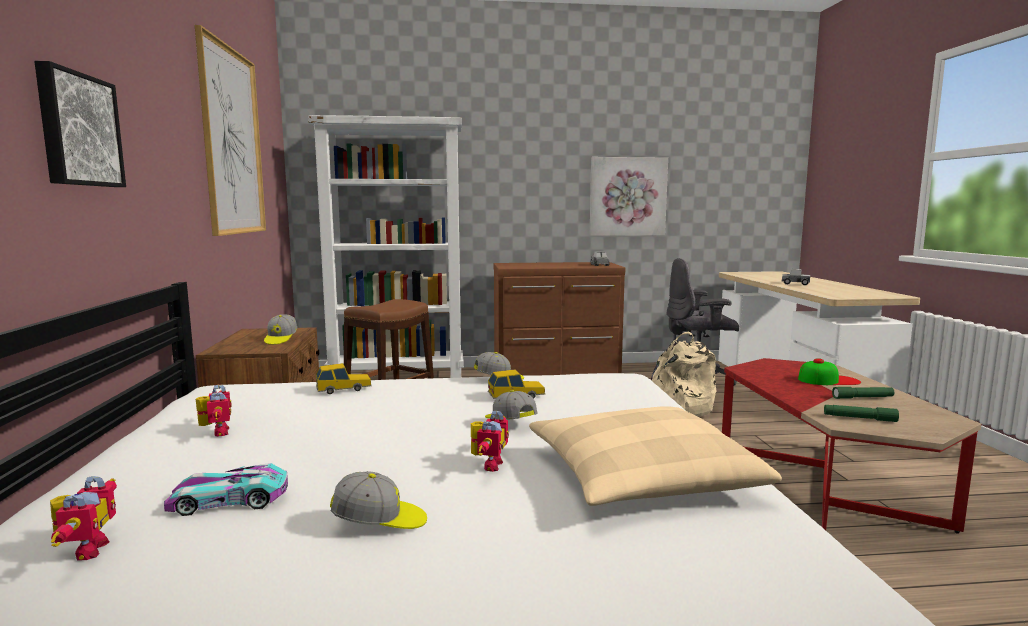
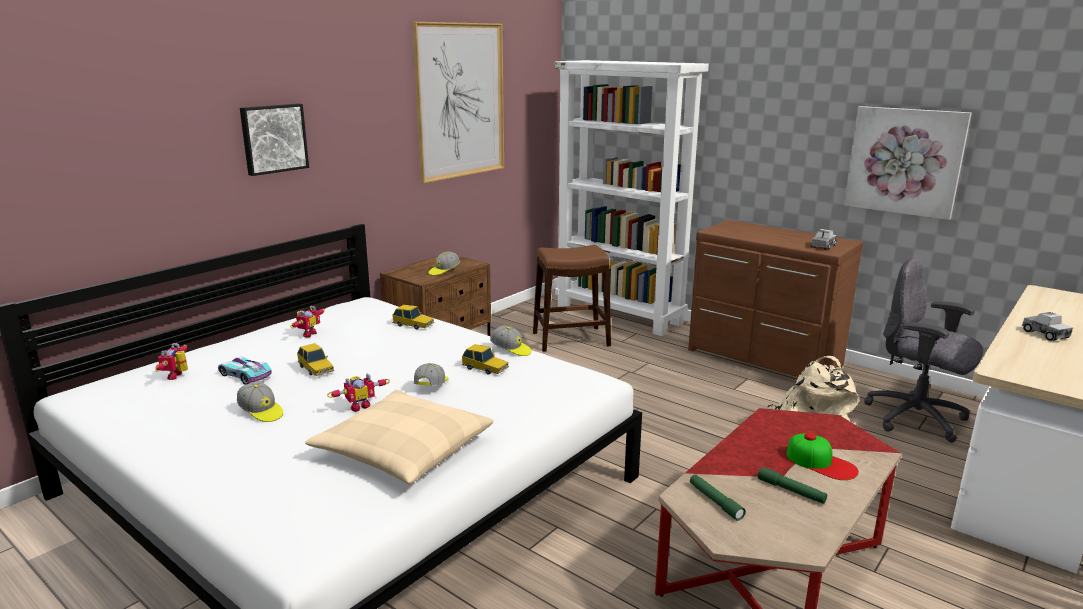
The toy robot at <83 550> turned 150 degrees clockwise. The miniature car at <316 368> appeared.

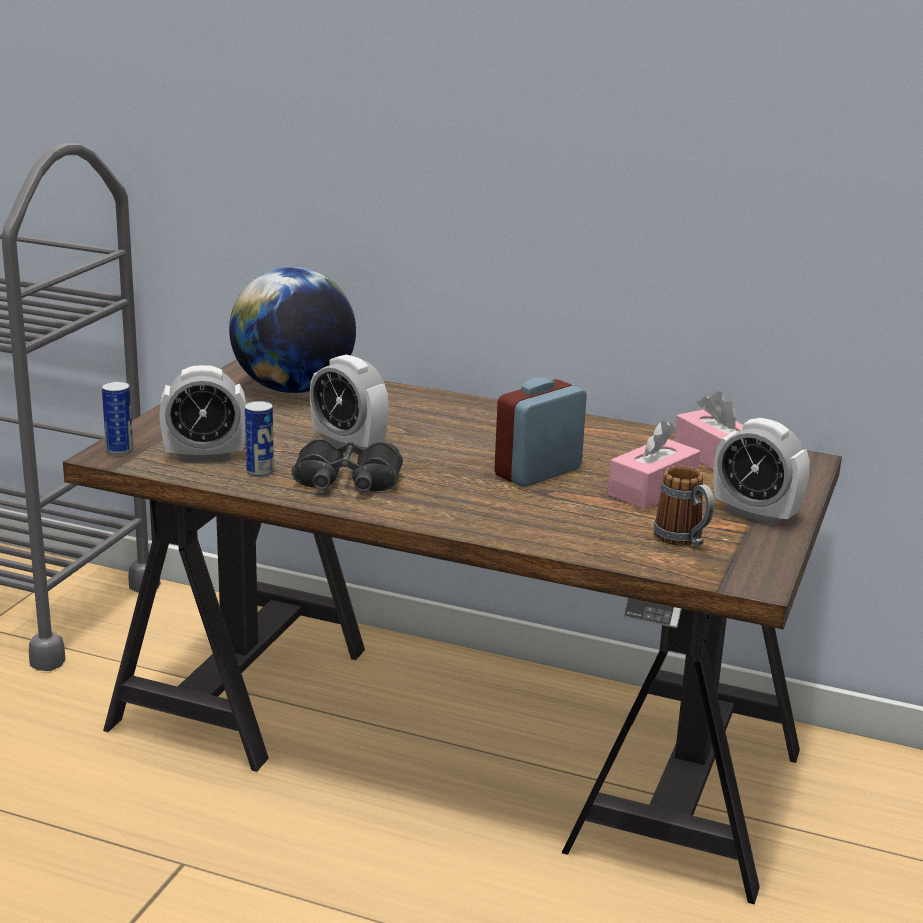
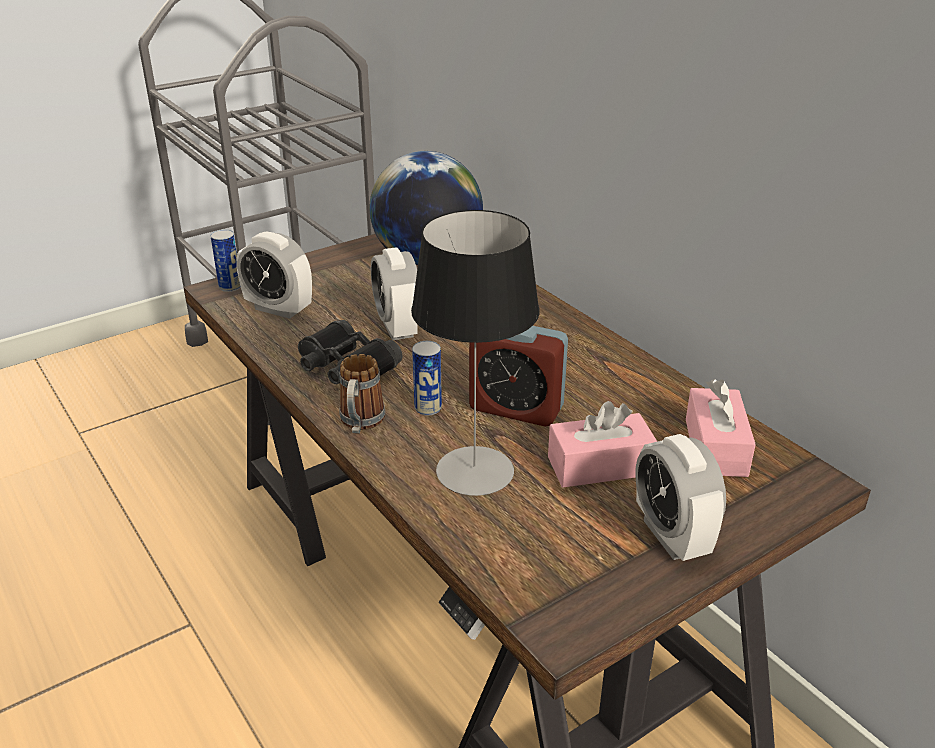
The table clock at <538 472> turned 150 degrees counterclockwise. The sealed can moved from <260 472> to <428 408>. The mug moved from <684 540> to <360 424>. The table lamp at <474 471> appeared.

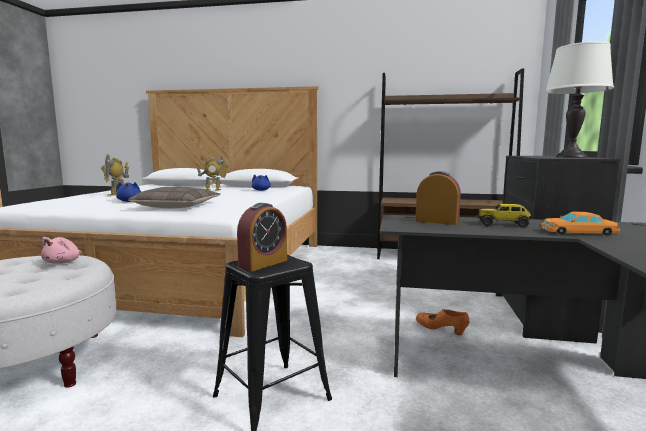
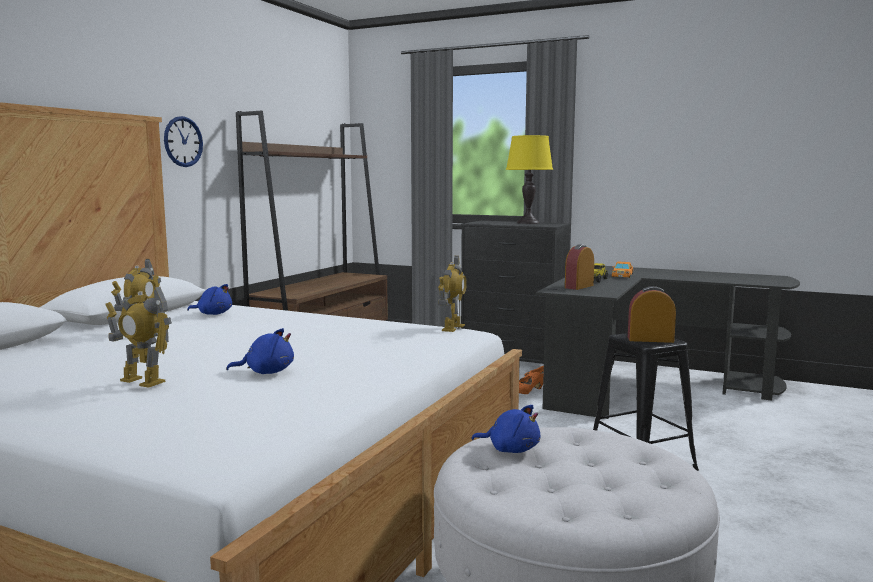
The whitish table lamp at <571 157> became the yellow table lamp at <528 223>. The cushion at <177 206> disappeared. The table clock at <263 263> turned 45 degrees counterclockwise. The pink cuddly toy at <63 262> became the blue cuddly toy at <511 449>. The clock on the wall at <183 141> appeared. The toy robot at <452 328> appeared.

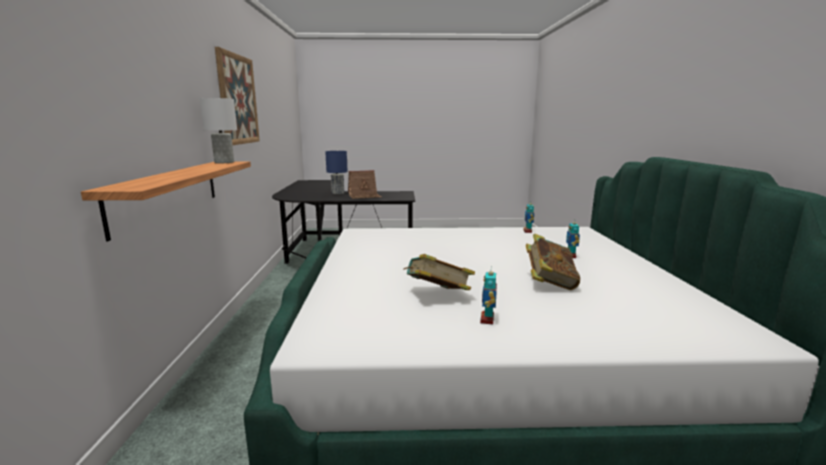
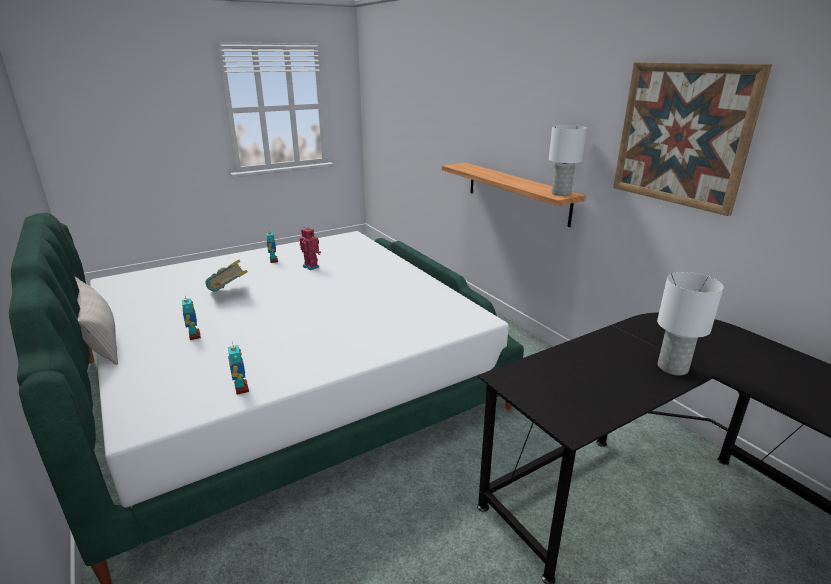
The blue table lamp at <338 193> became the whitish table lamp at <671 367>. The model house at <364 196> disappeared. The bound book at <437 296> was replaced by the toy robot at <312 266>. The sand-coloured cushion at <102 341> appeared.

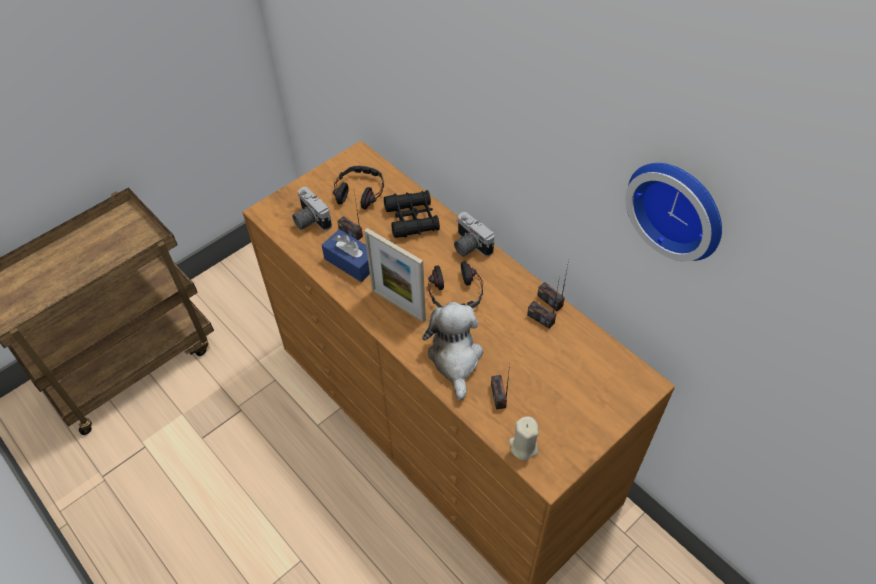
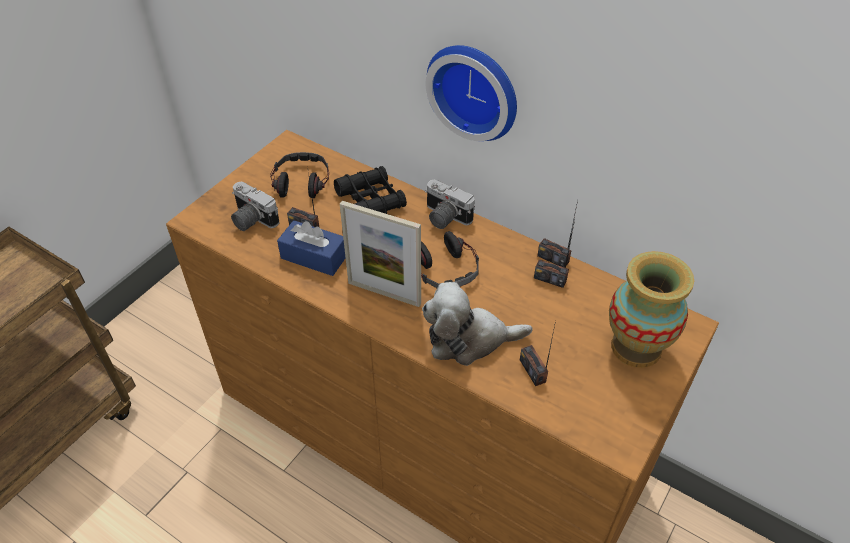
The clock on the wall moved from <679 207> to <475 90>. The cuddly toy at <455 358> turned 75 degrees counterclockwise. The sand-coloured candle at <523 447> disappeared. The vase at <636 347> appeared.

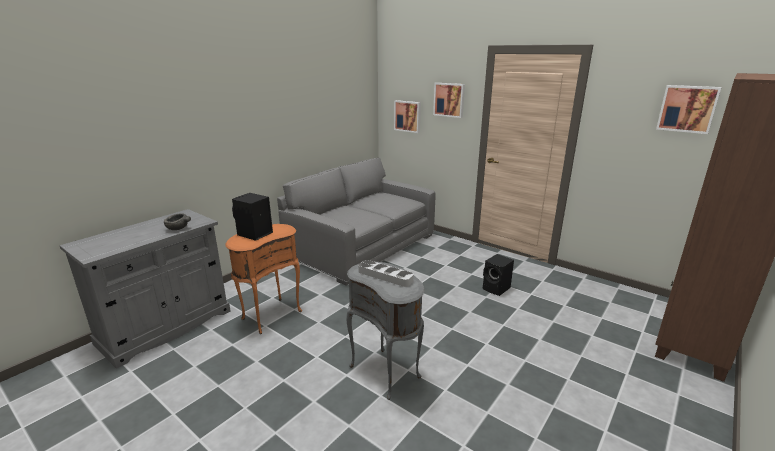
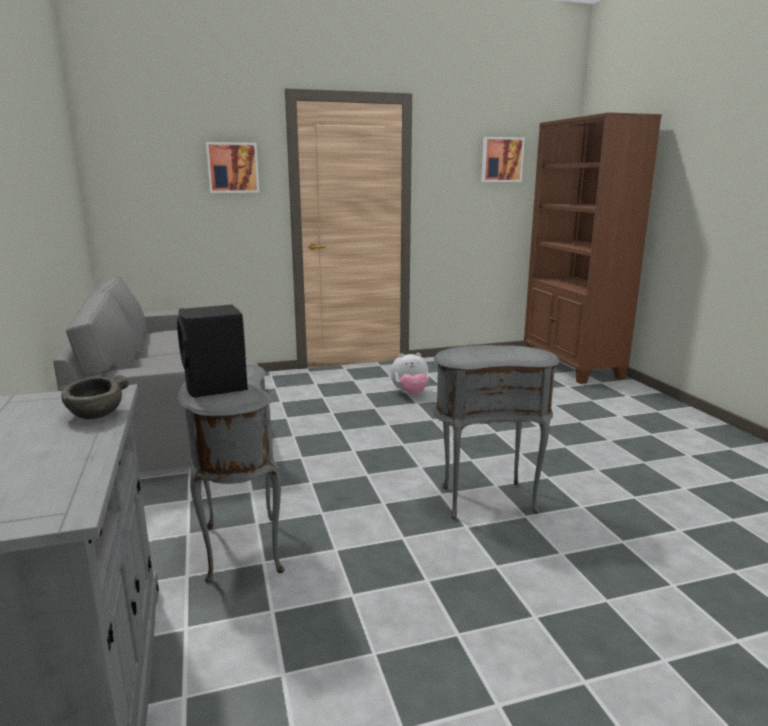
The wall art at <408 116> disappeared. The orange side table at <270 315> became the greyish side table at <239 549>. The black speaker at <497 289> was replaced by the cuddly toy at <410 393>. The greyish tray at <385 276> disappeared.

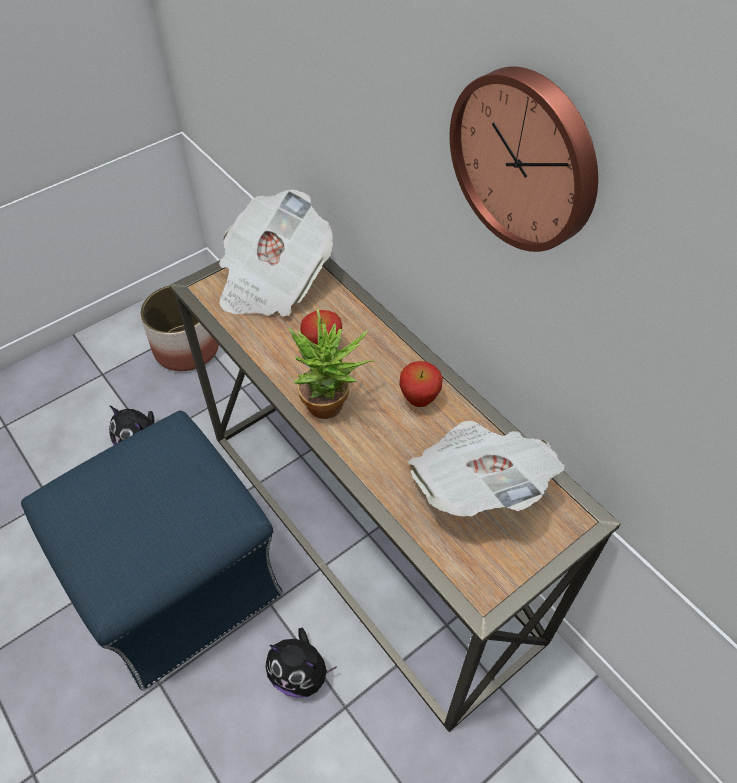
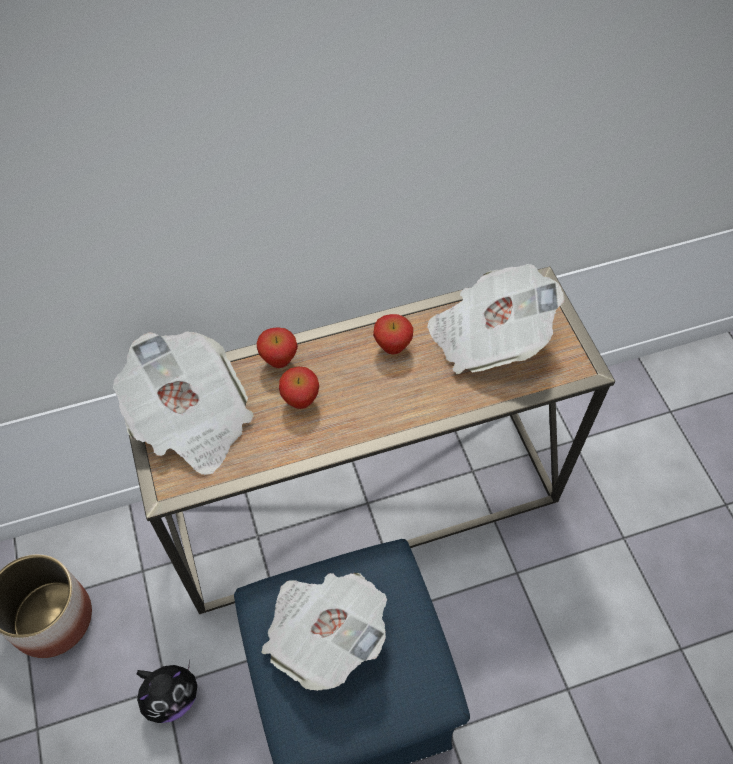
The clock on the wall at <526 159> disappeared. The plant in a pot at <332 407> disappeared. The cuddly toy at <300 674> disappeared. The apple fruit at <279 361> appeared. The daily paper at <323 633> appeared.

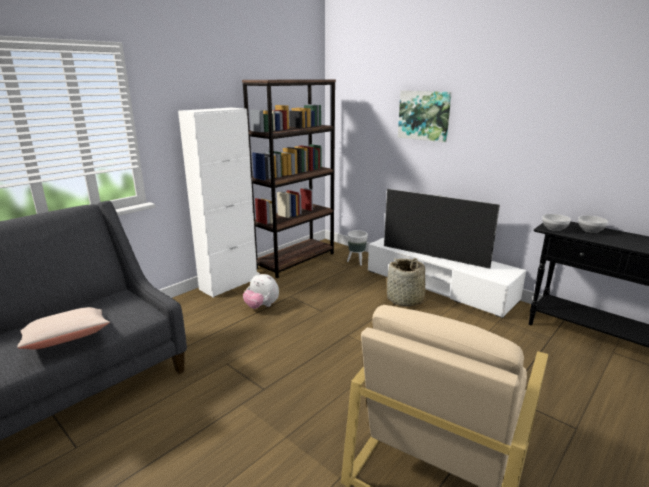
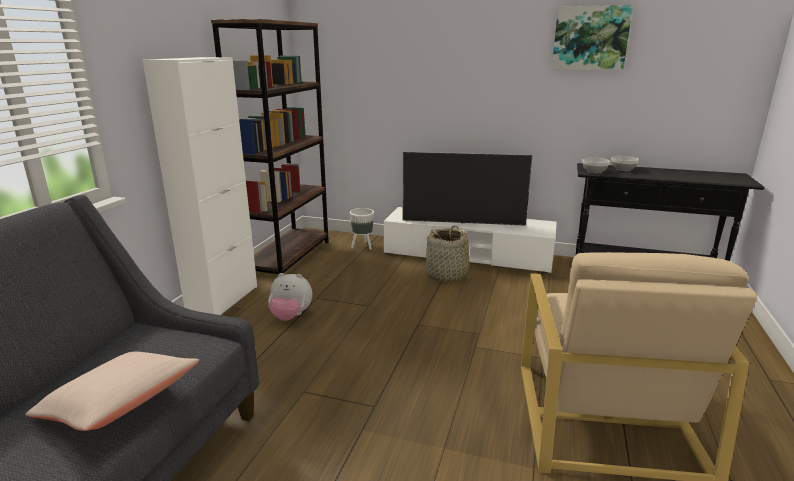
The wall art moved from <424 115> to <590 38>.

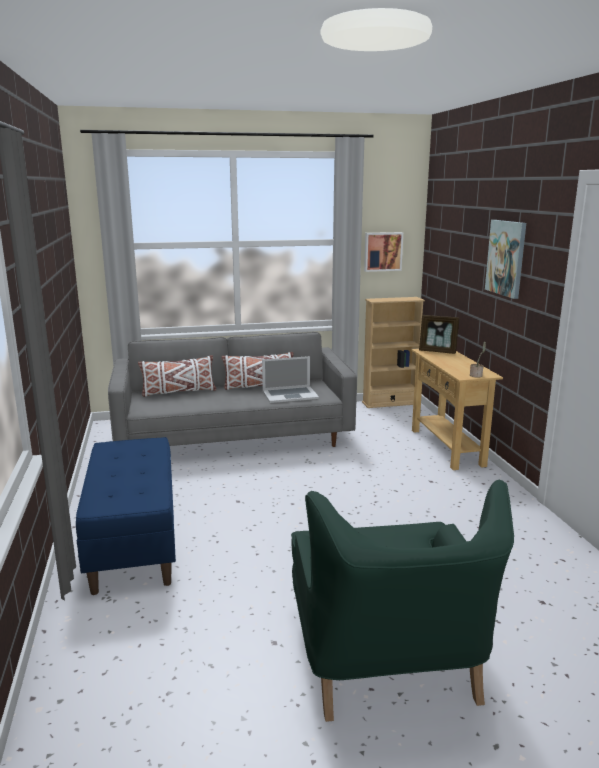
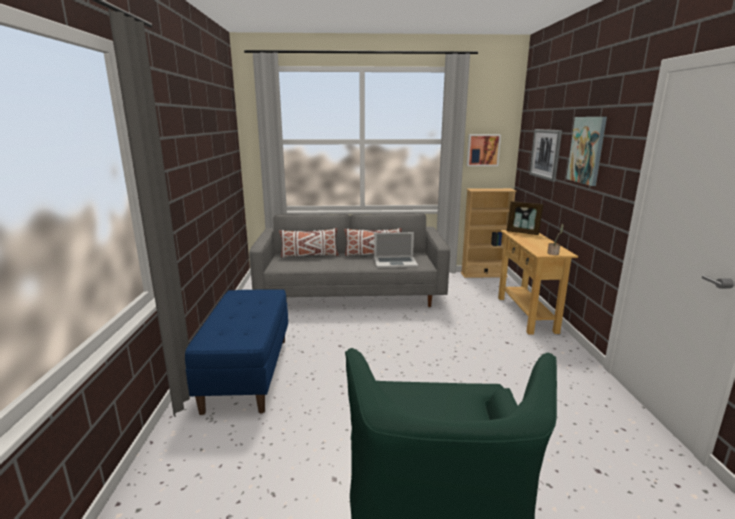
The wall art at <545 154> appeared.

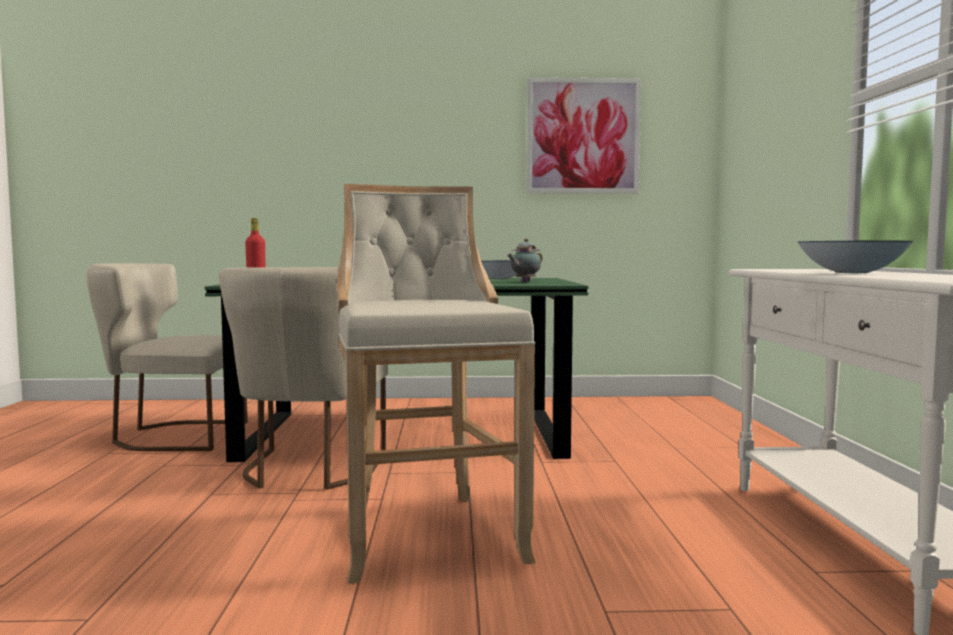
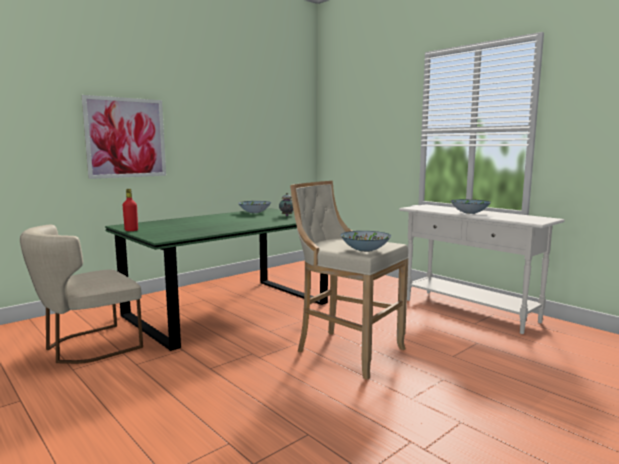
The wall art moved from <583 136> to <126 138>. The sand-coloured upright chair at <309 471> disappeared. The bowl at <365 250> appeared.

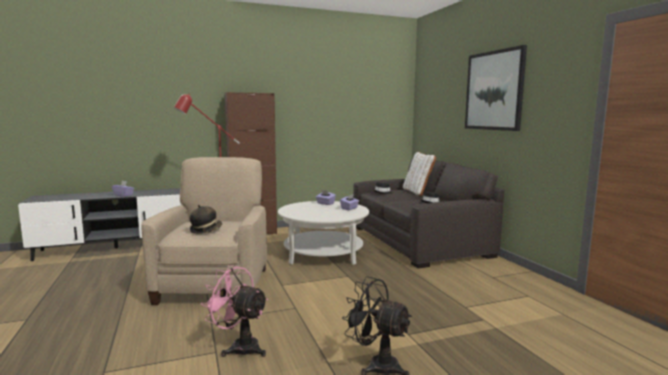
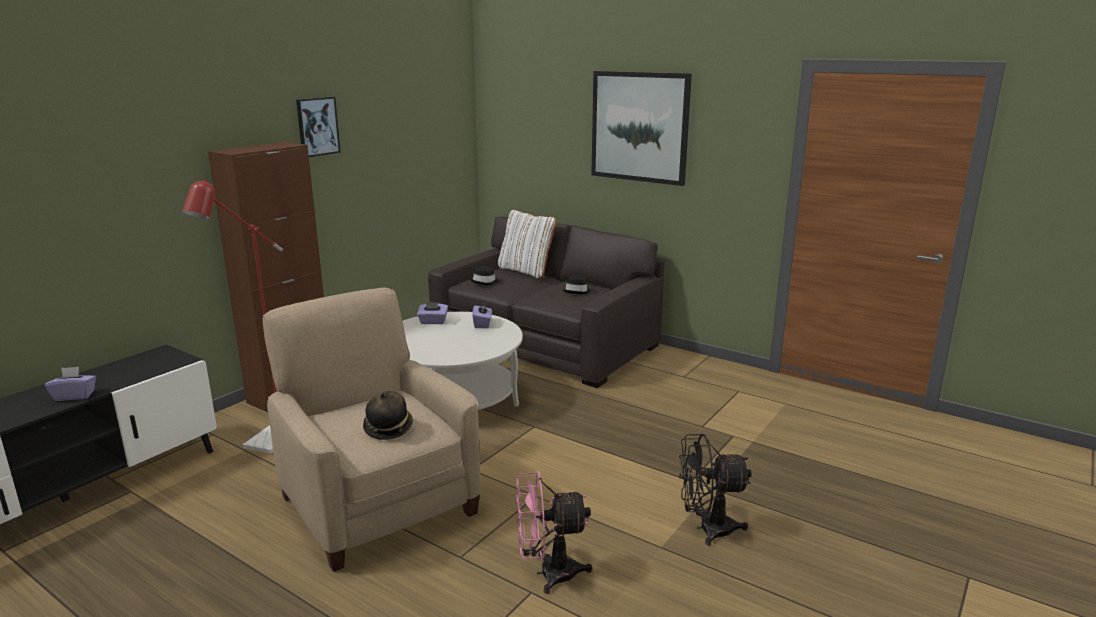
The wall art at <317 126> appeared.

